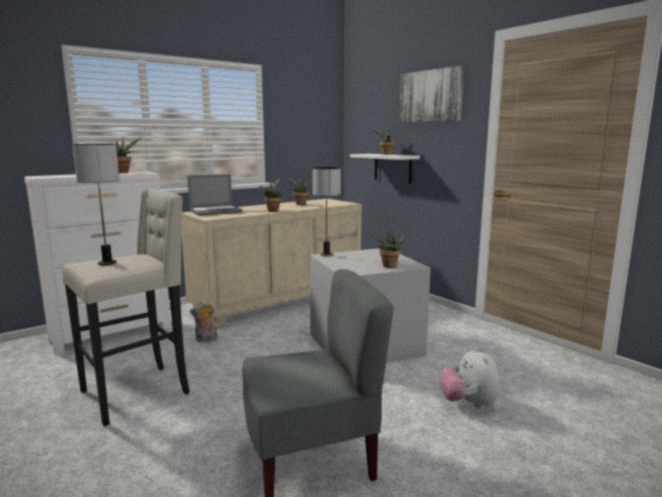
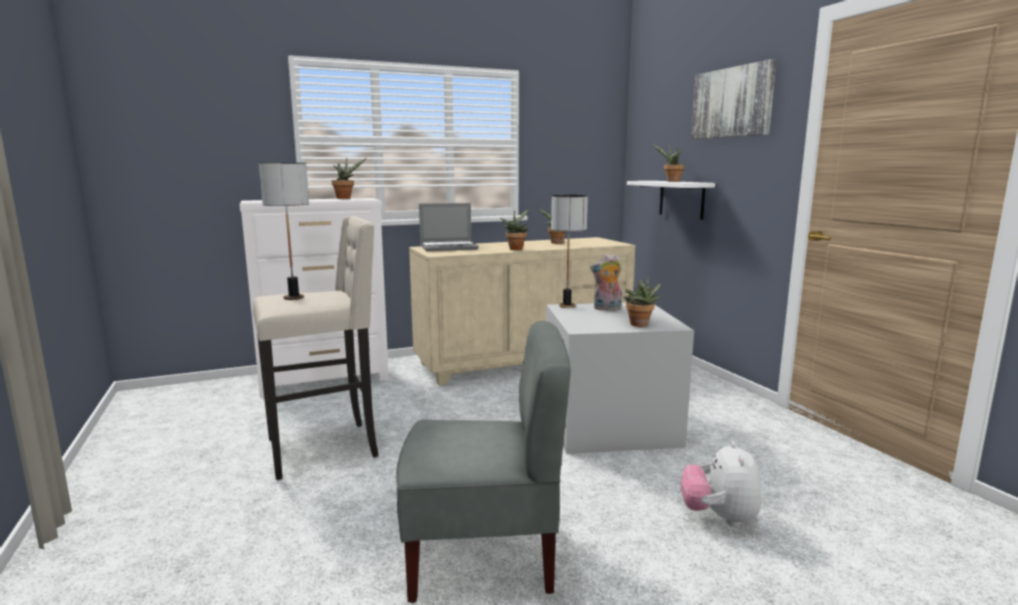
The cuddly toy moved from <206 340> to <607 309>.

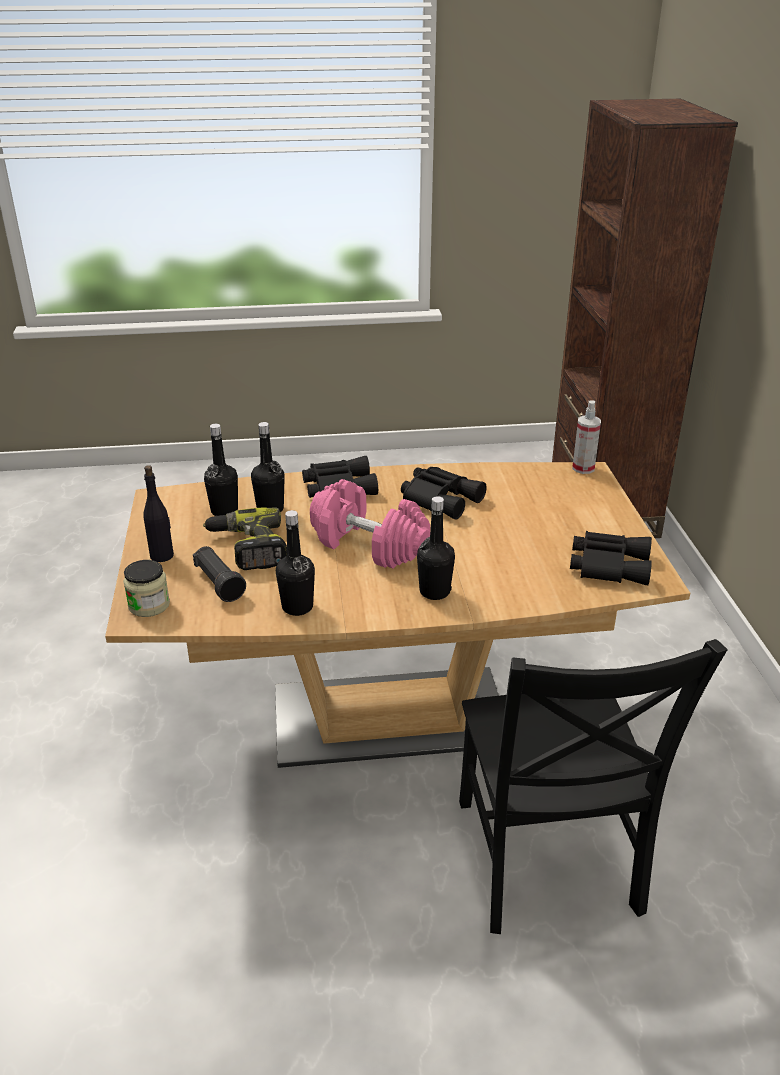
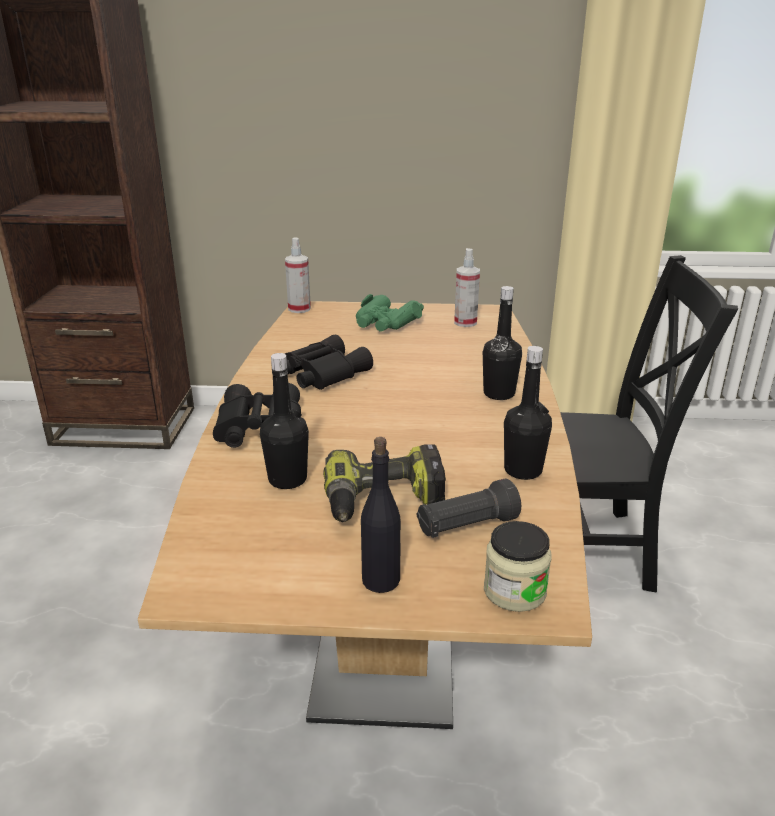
The black bottle at <224 511> disappeared. The pink hand weight at <368 545> disappeared. The black binoculars at <608 564> was replaced by the sprayer at <465 322>. The green binoculars at <385 323> appeared.

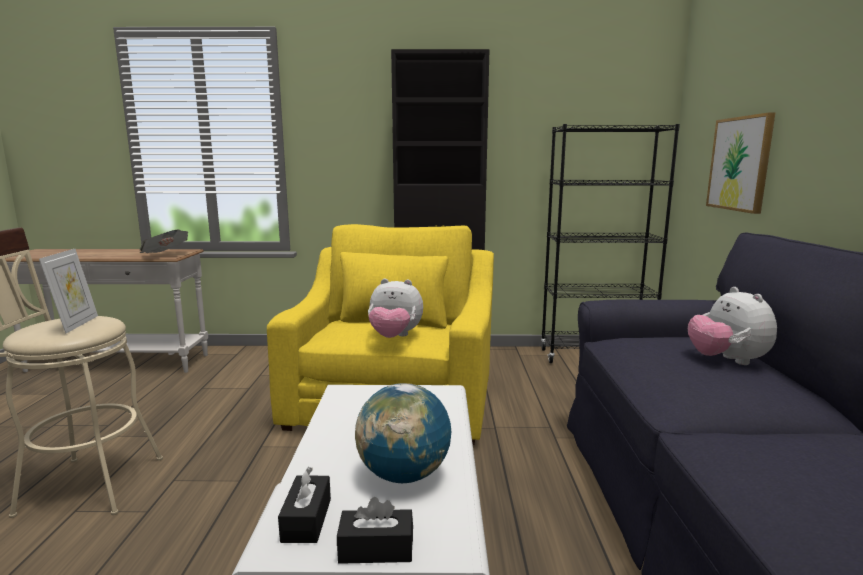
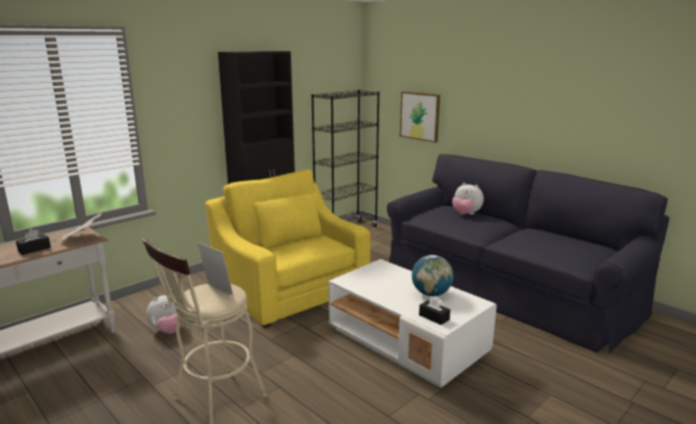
The cuddly toy moved from <394 337> to <168 330>. The black tissue holder moved from <376 549> to <34 249>.

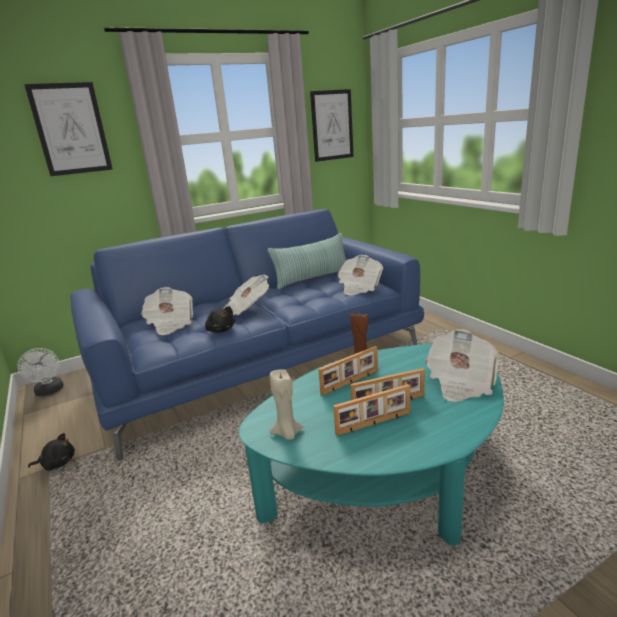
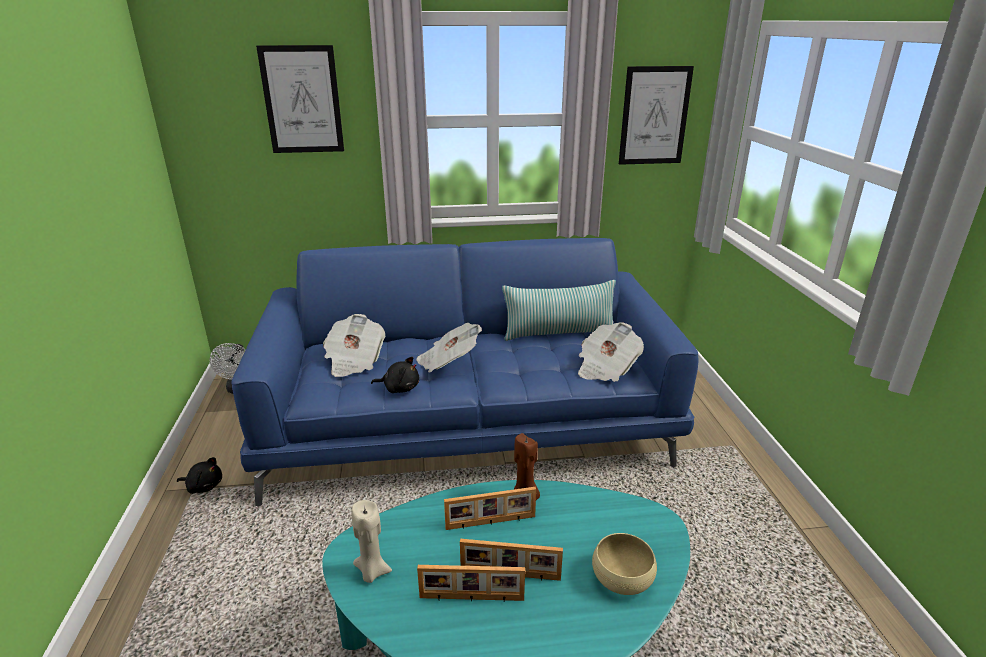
The black cuddly toy at <220 330> turned 60 degrees counterclockwise. The daily paper at <460 382> was replaced by the sand-coloured bowl at <622 577>.

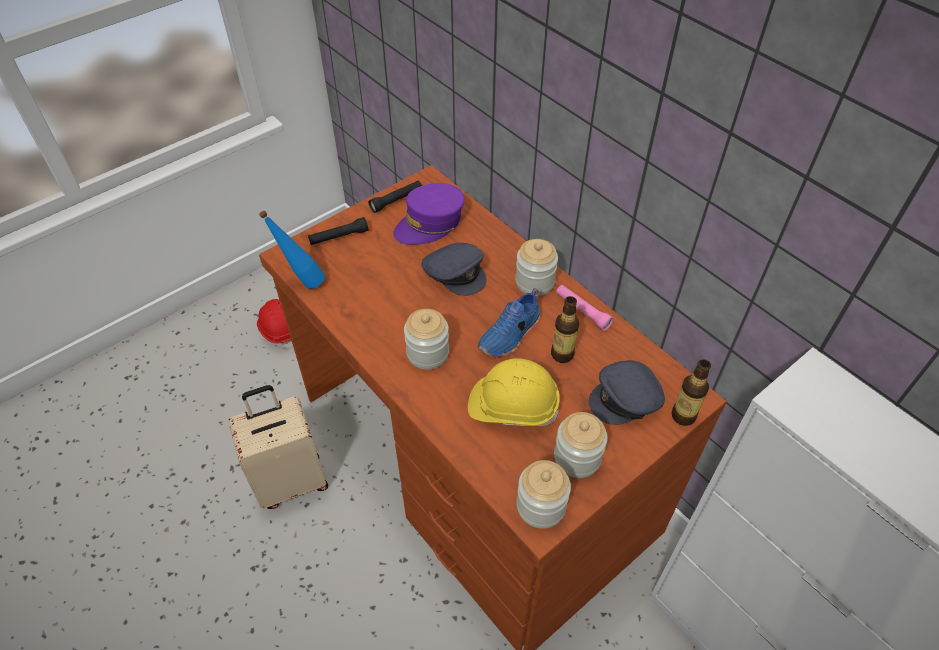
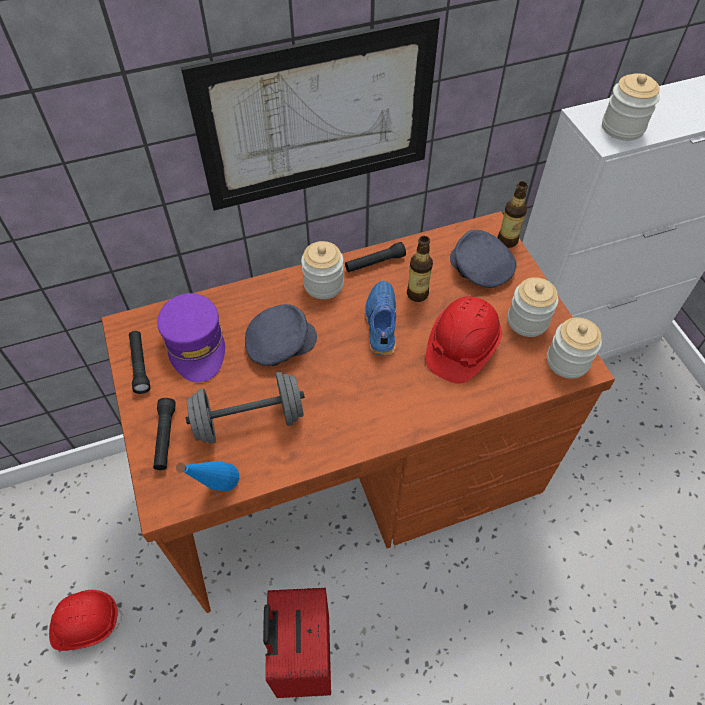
The pink hand torch at <582 311> became the black hand torch at <375 263>. The blue shoe at <511 335> turned 150 degrees counterclockwise. The storage jar moved from <427 353> to <622 127>. The yellow hard hat at <512 406> became the red hard hat at <461 348>. The greyish baseball cap at <626 399> turned 150 degrees clockwise. The sand-coloured suitcase at <291 481> became the red suitcase at <302 657>. The wall art at <318 118> appeared. The greyish hand weight at <249 420> appeared.

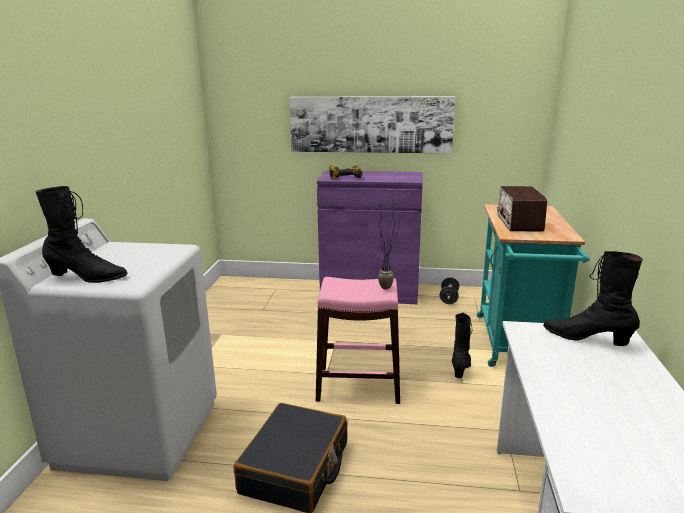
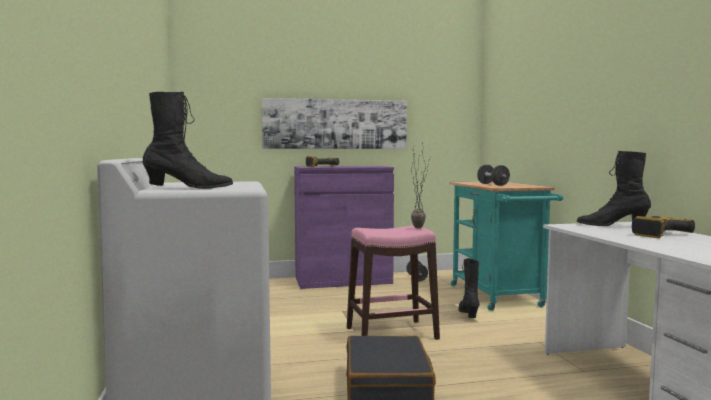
The radio set at <519 223> was replaced by the black hand weight at <492 184>. The drill at <654 233> appeared.

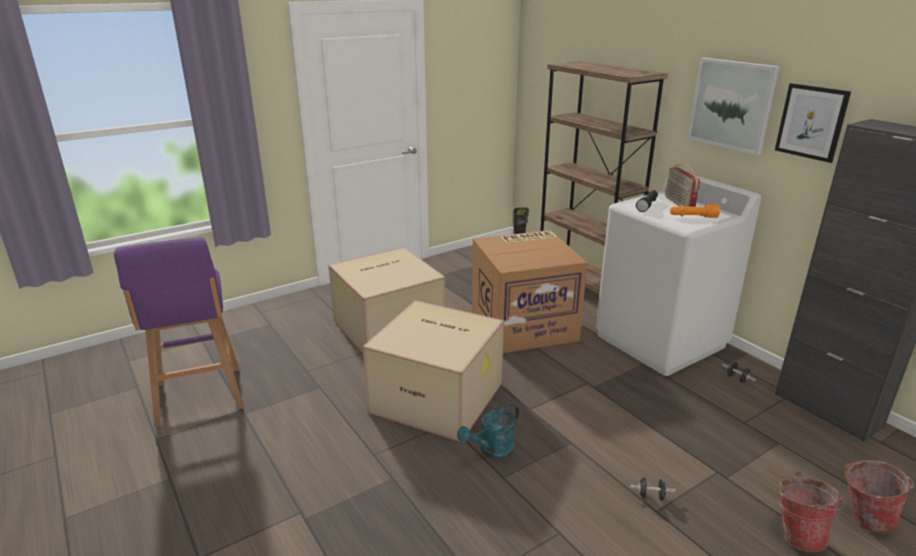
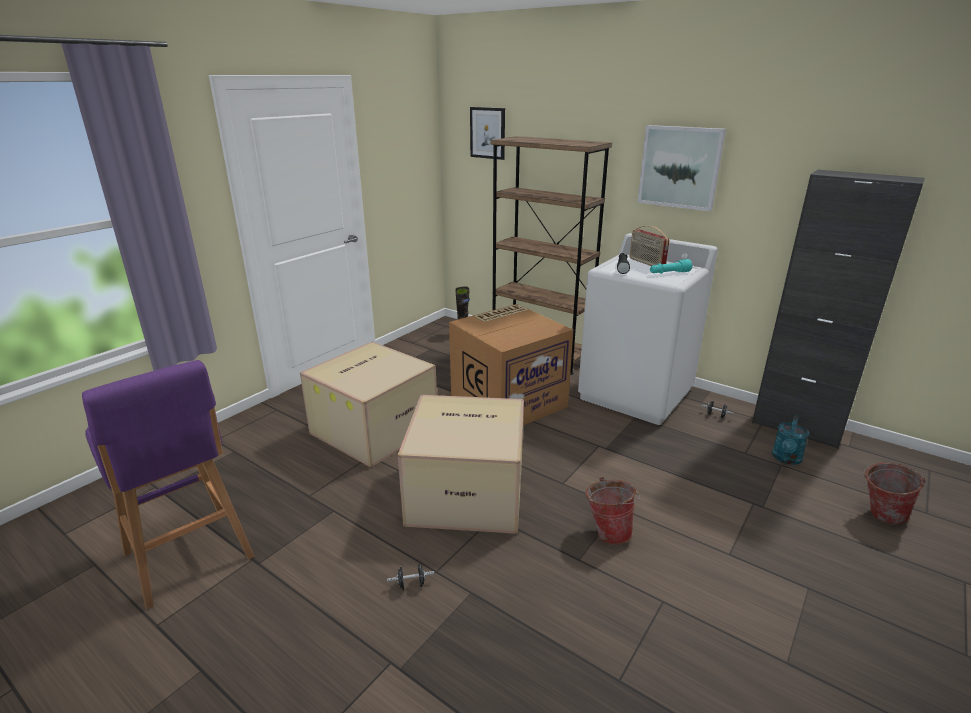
The wall art moved from <811 122> to <487 133>. The orange hand torch at <693 217> became the turquoise-coloured hand torch at <669 273>. The turquoise-coloured sprinkling can moved from <492 451> to <786 459>. The pail moved from <796 534> to <608 531>. The black hand weight moved from <651 496> to <411 584>.

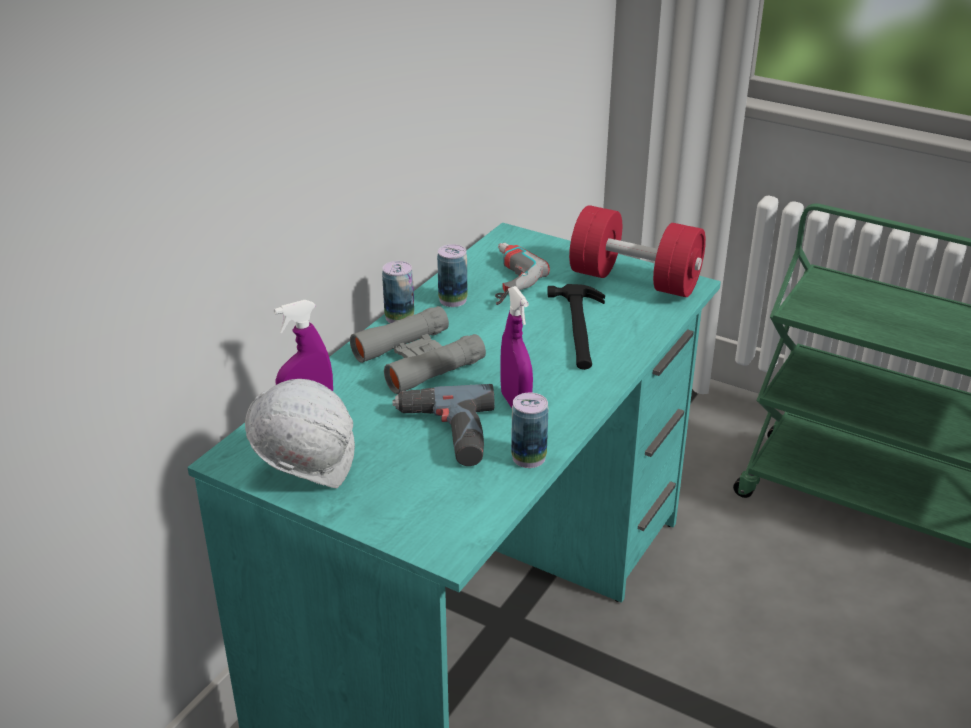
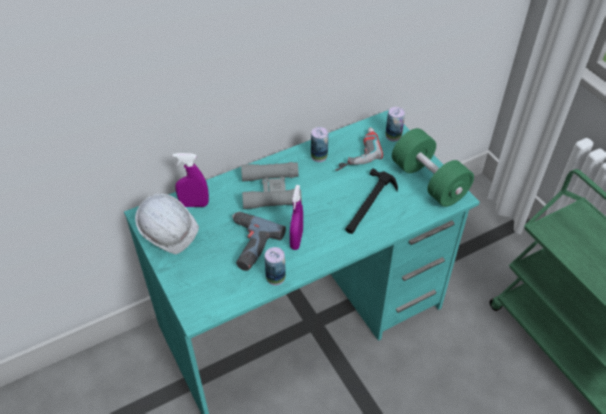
The red hand weight at <634 280> became the green hand weight at <428 181>. The sealed can moved from <399 317> to <393 136>.

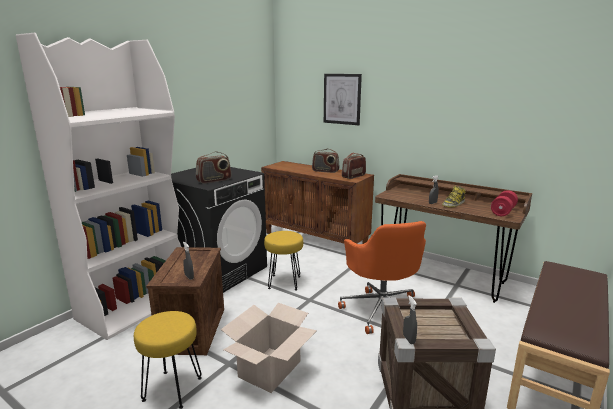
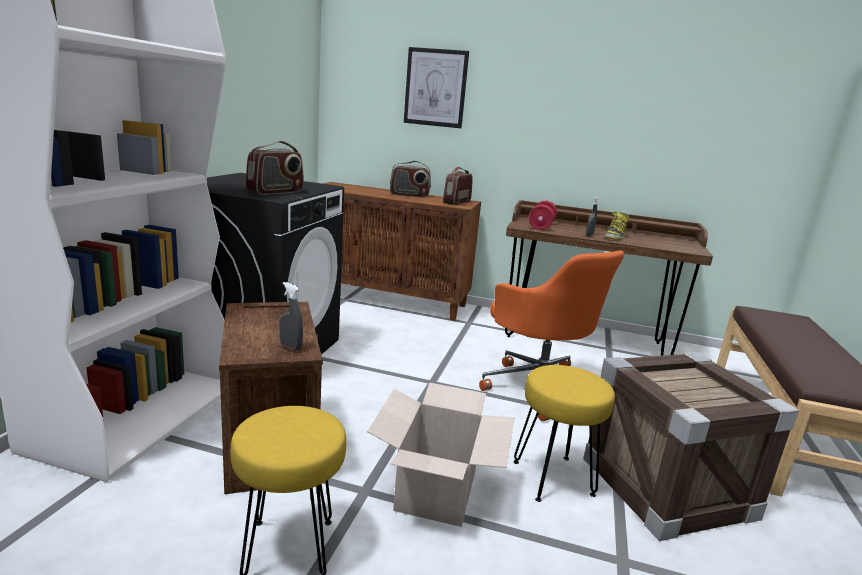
The red hand weight moved from <503 211> to <541 226>. The yellow stool seat moved from <285 282> to <553 477>. The greyish sprayer at <409 339> disappeared.

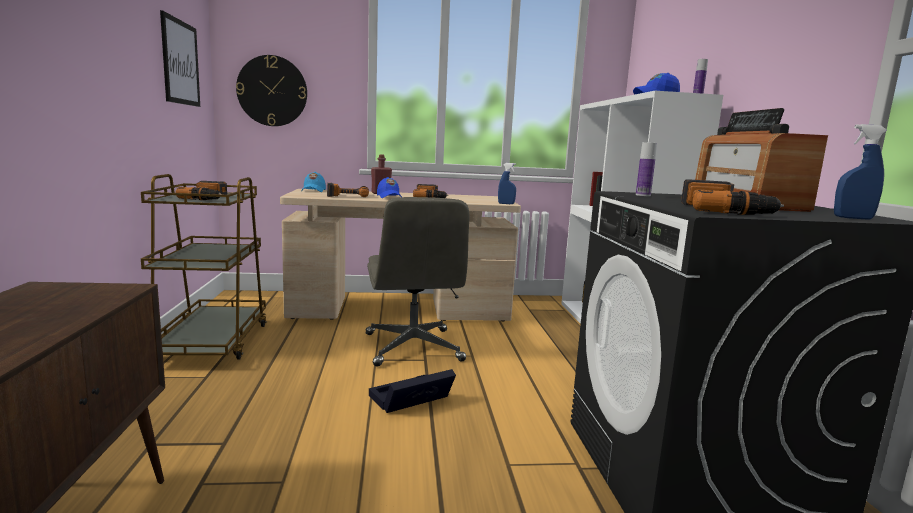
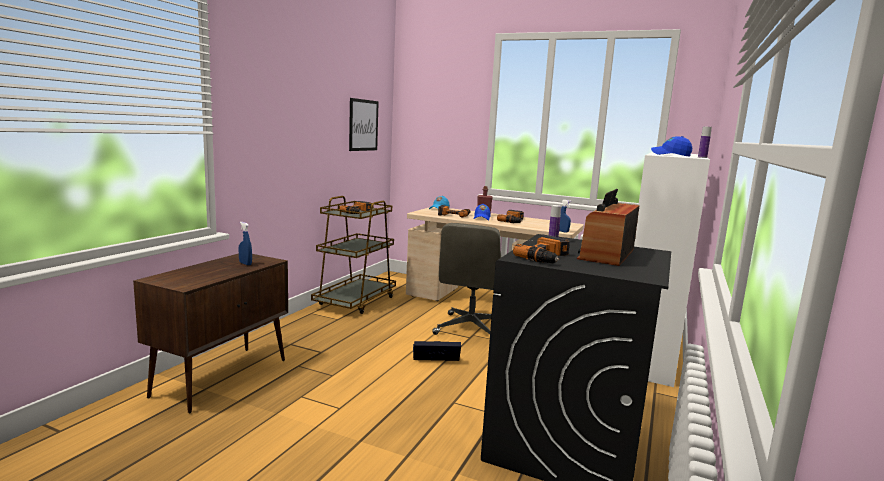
The clock on the wall at <272 91> disappeared. The blue sprayer moved from <853 218> to <245 264>.

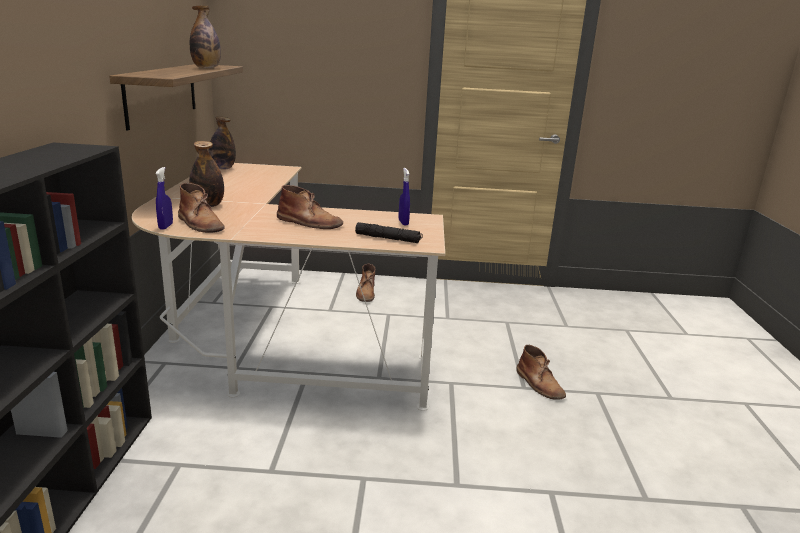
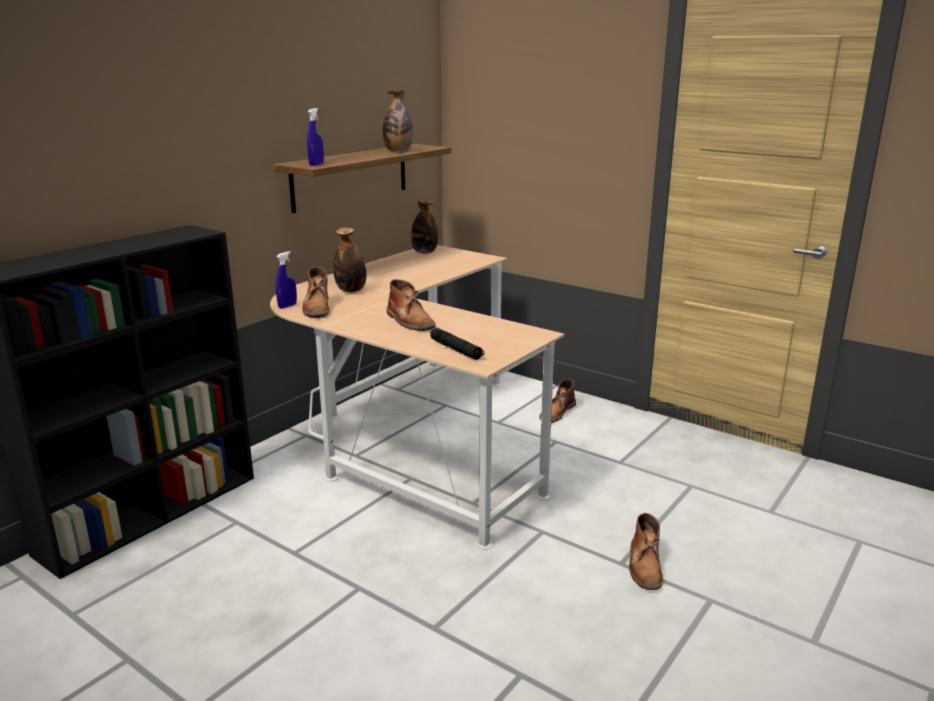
The blue sprayer moved from <403 222> to <316 164>.

